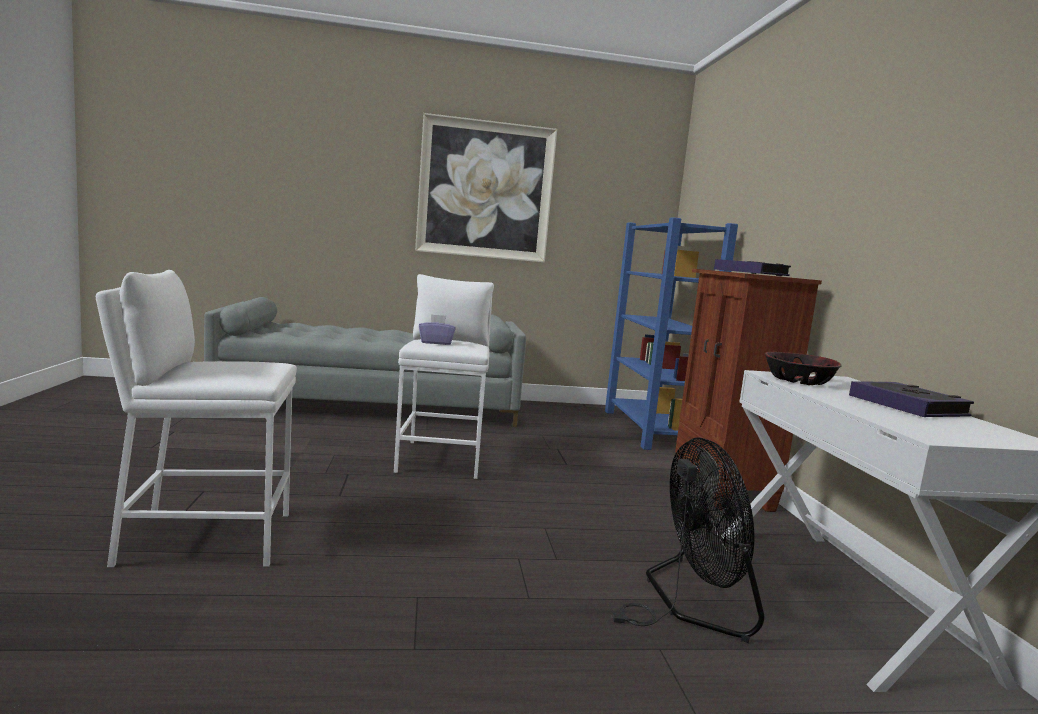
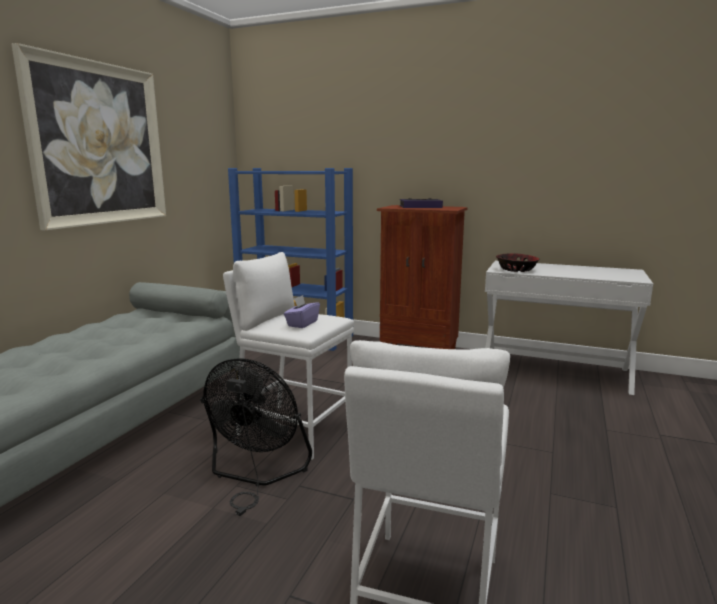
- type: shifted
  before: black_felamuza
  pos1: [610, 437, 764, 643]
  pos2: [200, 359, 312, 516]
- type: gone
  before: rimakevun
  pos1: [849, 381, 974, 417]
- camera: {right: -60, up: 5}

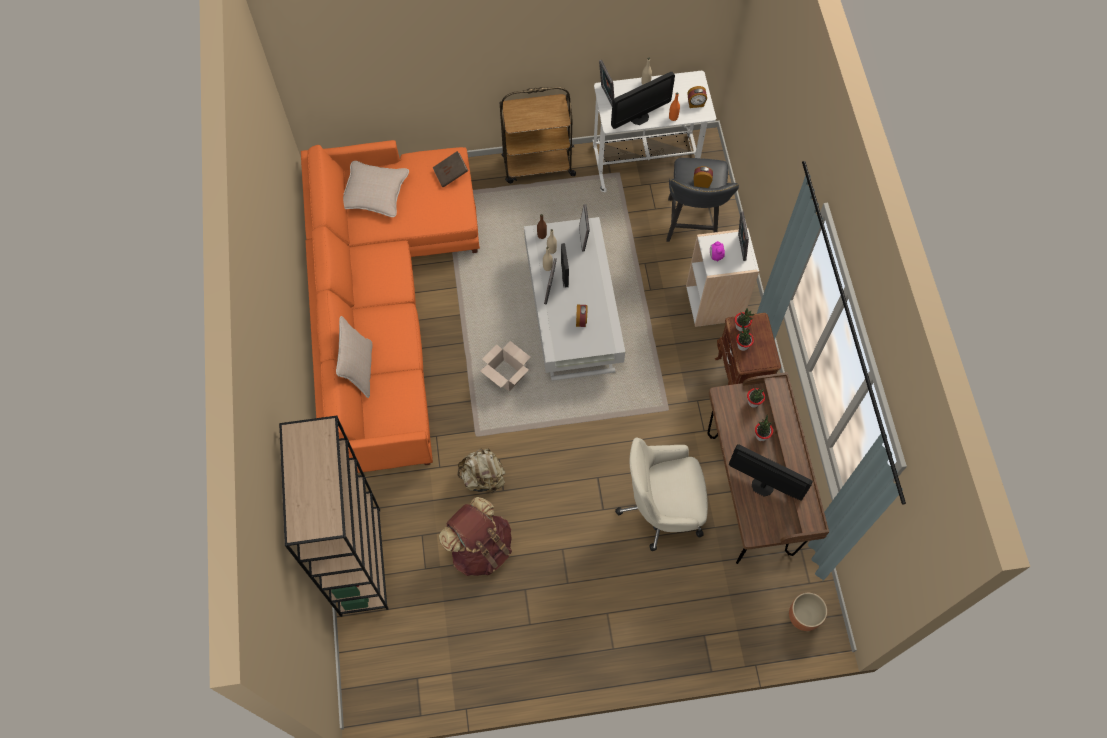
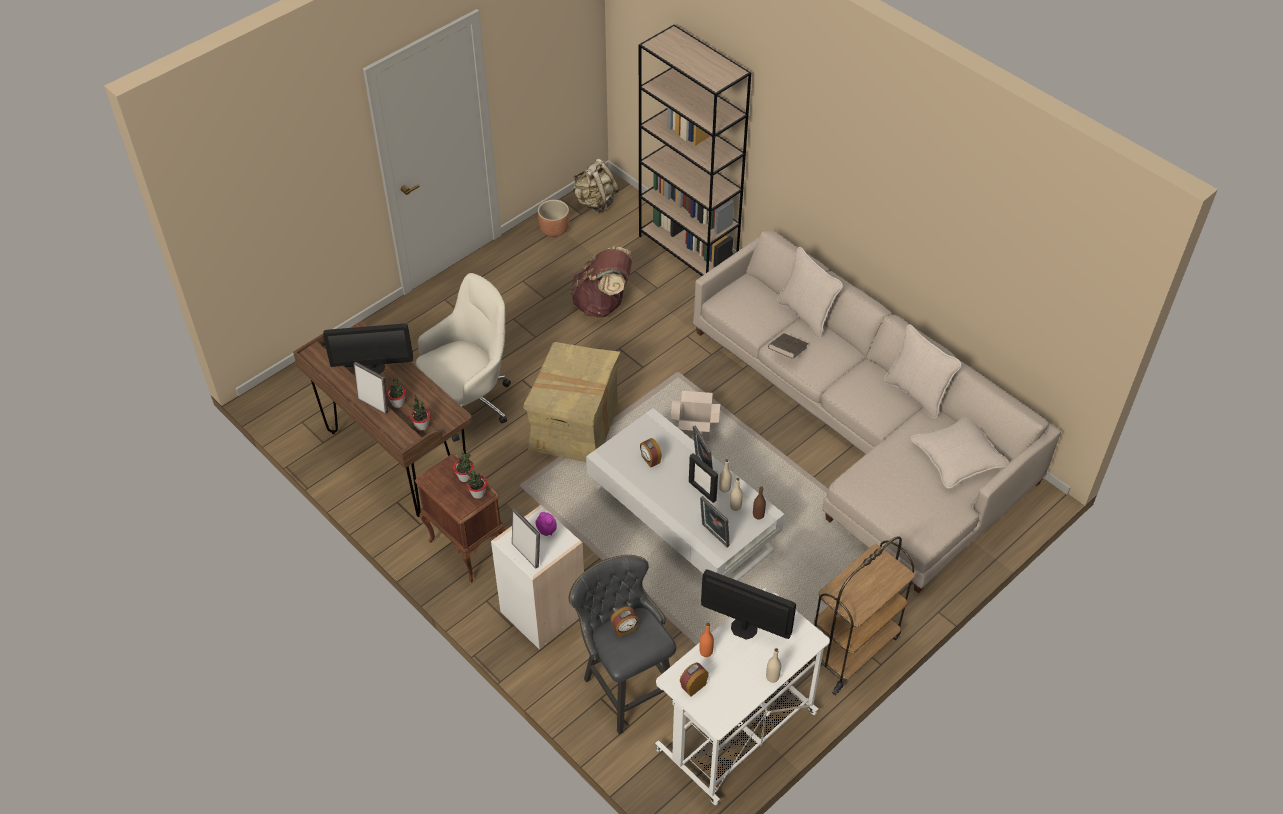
- type: repainted
  before: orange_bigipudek
  after: beige_bigipudek
  pos1: [301, 140, 480, 473]
  pos2: [693, 230, 1061, 593]
- type: shifted
  before: brown_rimakevun
  pos1: [433, 151, 468, 187]
  pos2: [768, 333, 808, 359]
- type: shifted
  before: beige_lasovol
  pos1: [457, 448, 506, 493]
  pos2: [571, 159, 619, 213]
- type: shifted
  before: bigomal
  pos1: [599, 60, 614, 106]
  pos2: [354, 362, 388, 414]
- type: rotated
  before: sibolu
  pos1: [611, 72, 675, 129]
  pos2: [701, 569, 796, 640]
  turn: 90
- type: shifted
  before: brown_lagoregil
  pos1: [789, 593, 827, 631]
  pos2: [538, 200, 569, 237]
- type: new
  after: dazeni
  pos2: [523, 342, 620, 462]
- type: new
  after: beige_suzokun
  pos2: [884, 324, 961, 419]
- camera: {right: 145, up: -15}

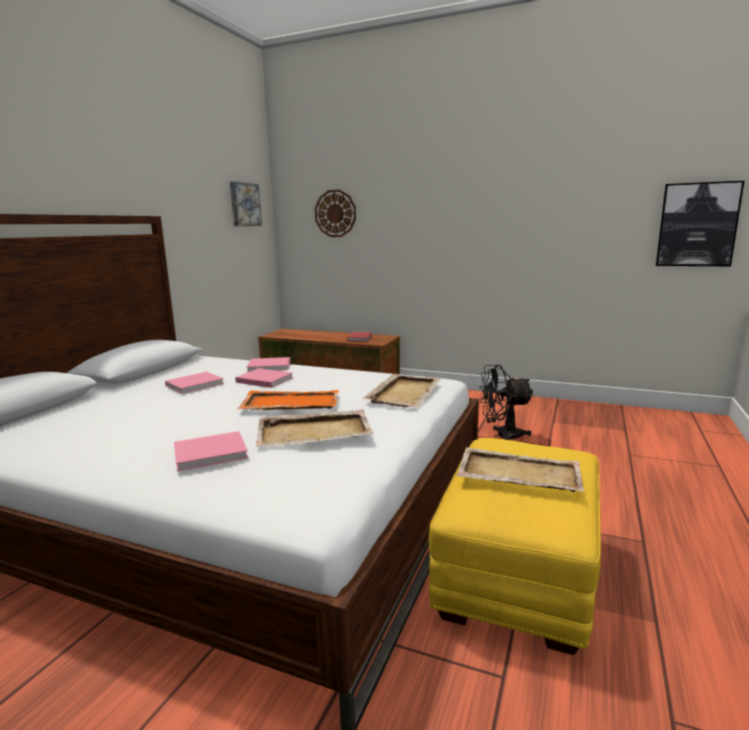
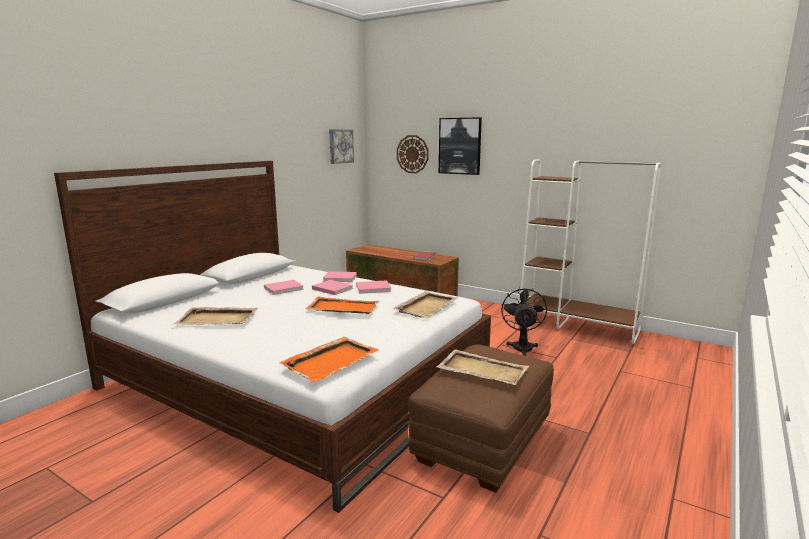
- type: shifted
  before: pink_rimakevun
  pos1: [174, 431, 248, 471]
  pos2: [356, 280, 392, 294]
- type: shifted
  before: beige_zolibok
  pos1: [256, 410, 373, 447]
  pos2: [173, 307, 258, 325]
- type: repainted
  before: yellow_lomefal
  after: brown_lomefal
  pos1: [428, 438, 601, 655]
  pos2: [408, 344, 554, 493]
- type: rotated
  before: black_felamuza
  pos1: [479, 364, 533, 440]
  pos2: [501, 287, 547, 356]
  turn: 90
- type: shifted
  before: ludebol
  pos1: [656, 181, 744, 266]
  pos2: [439, 117, 482, 175]
- type: new
  after: orange_zolibok
  pos2: [279, 337, 378, 382]
- type: new
  after: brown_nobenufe
  pos2: [520, 159, 661, 344]
- camera: {right: 10, up: 0}

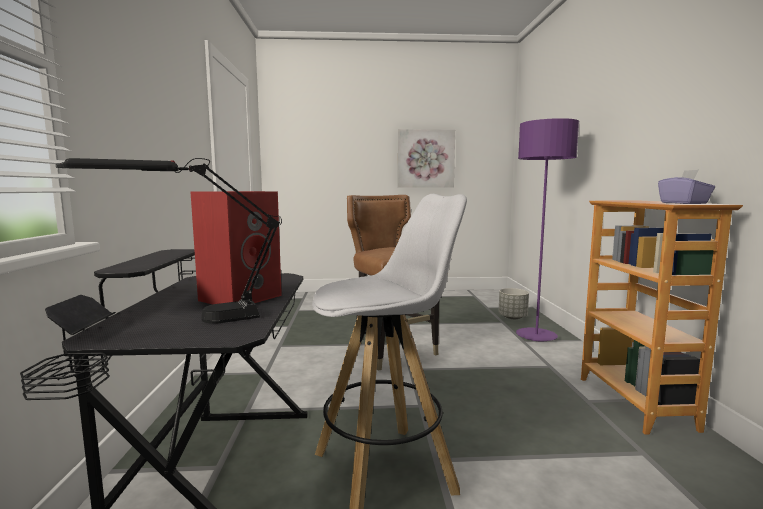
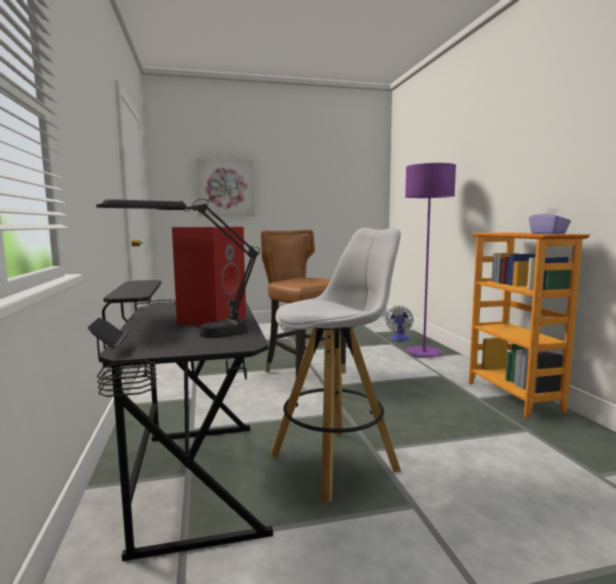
- type: shifted
  before: ludebol
  pos1: [398, 129, 455, 188]
  pos2: [196, 158, 255, 216]
- type: swapped
  before: grey_lagoregil
  after: felamuza
  pos1: [498, 288, 529, 319]
  pos2: [385, 306, 414, 341]
- camera: {right: -10, up: 0}

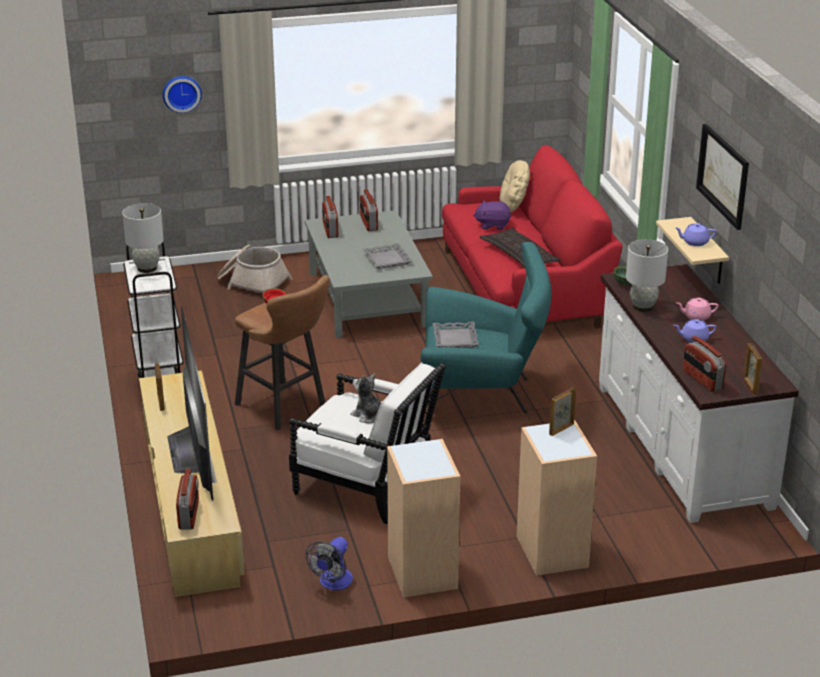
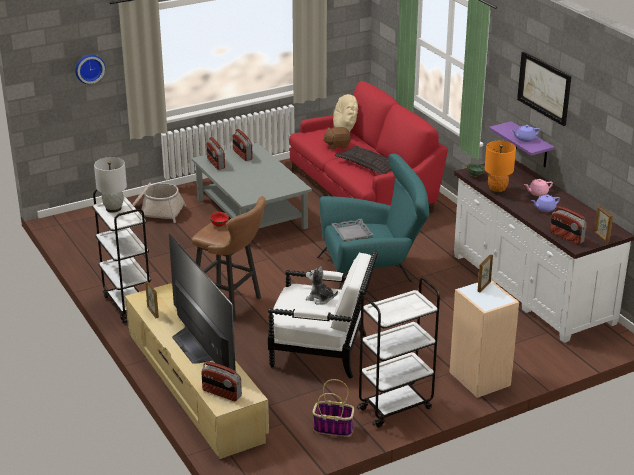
- type: rotated
  before: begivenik
  pos1: [176, 469, 199, 530]
  pos2: [201, 361, 242, 401]
  turn: 135
- type: swapped
  before: felamuza
  after: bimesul
  pos1: [306, 537, 353, 590]
  pos2: [312, 379, 354, 437]
- type: gone
  before: grey_zolibok
  pos1: [363, 243, 412, 269]
- type: swapped
  before: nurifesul
  after: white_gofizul
  pos1: [387, 439, 460, 597]
  pos2: [357, 278, 440, 428]
- type: repainted
  before: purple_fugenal
  after: brown_fugenal
  pos1: [473, 200, 511, 230]
  pos2: [323, 127, 351, 150]
- type: repainted
  before: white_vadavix
  after: orange_vadavix
  pos1: [626, 239, 668, 312]
  pos2: [485, 141, 516, 194]
- type: repainted
  before: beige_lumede
  after: purple_lumede
  pos1: [656, 217, 729, 284]
  pos2: [489, 121, 554, 167]
- camera: {right: -15, up: 0}

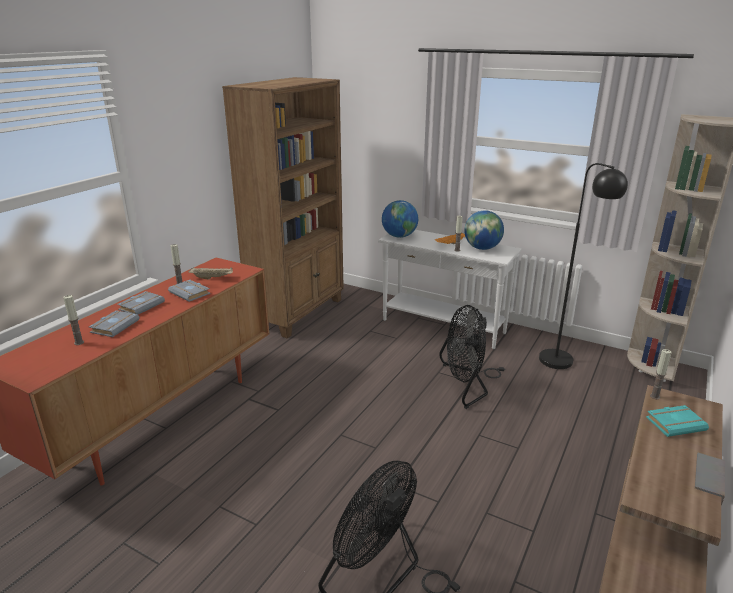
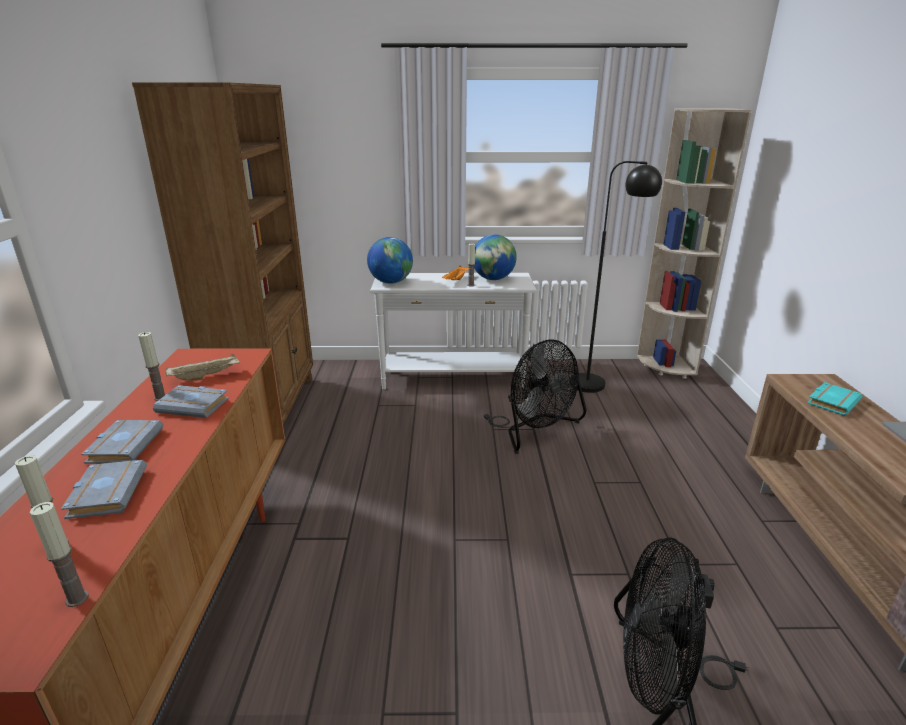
- type: rotated
  before: black_felamuza
  pos1: [439, 305, 505, 409]
  pos2: [484, 339, 586, 454]
  turn: -90
- type: shifted
  before: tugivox
  pos1: [650, 349, 672, 399]
  pos2: [30, 502, 89, 607]
- camera: {right: -30, up: 0}

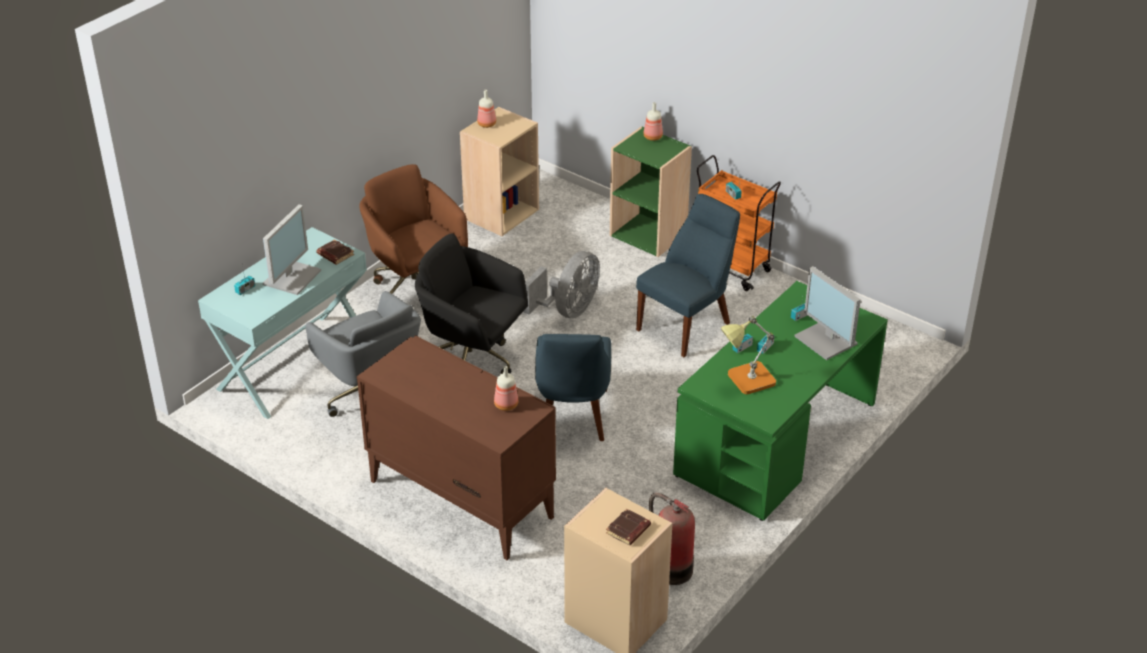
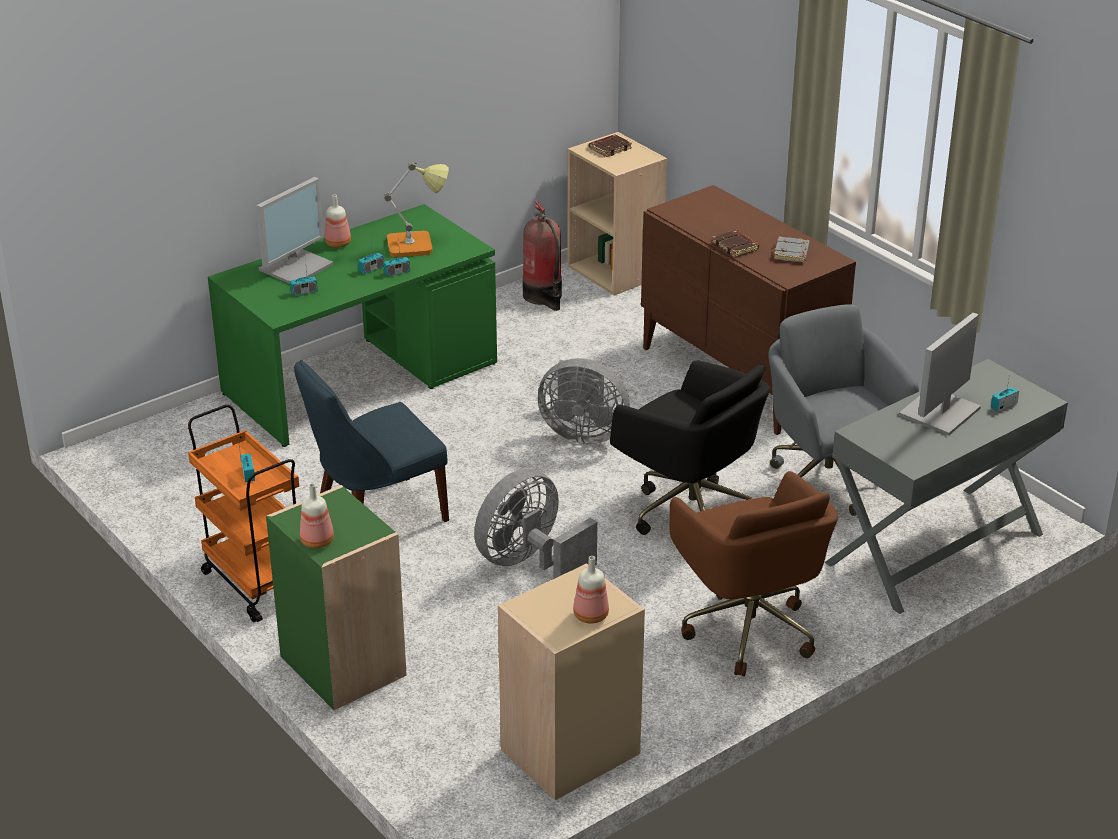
- type: repainted
  before: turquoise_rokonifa
  after: grey_rokonifa
  pos1: [198, 227, 367, 419]
  pos2: [825, 359, 1068, 614]
- type: shifted
  before: brown_rimakevun
  pos1: [316, 239, 354, 265]
  pos2: [712, 230, 759, 257]
- type: shifted
  before: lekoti
  pos1: [494, 365, 518, 411]
  pos2: [325, 195, 351, 248]
- type: swapped
  before: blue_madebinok
  after: grey_felamuza
  pos1: [535, 334, 611, 441]
  pos2: [538, 358, 630, 444]
- type: rotated
  before: sibolu
  pos1: [794, 266, 861, 360]
  pos2: [257, 177, 334, 284]
  turn: 60
- type: new
  after: grey_rimakevun
  pos2: [774, 236, 810, 262]
- camera: {right: -165, up: -5}

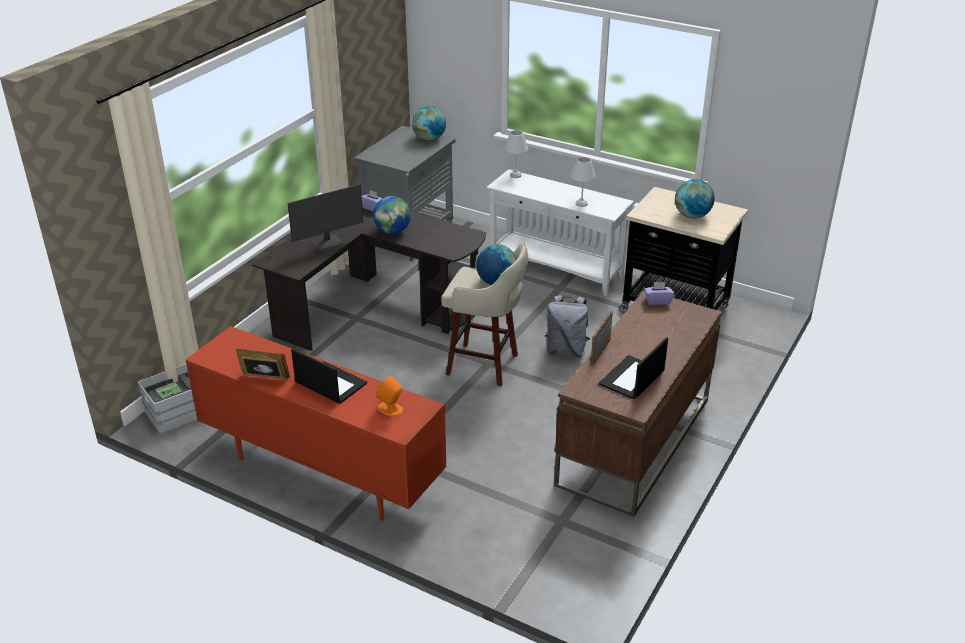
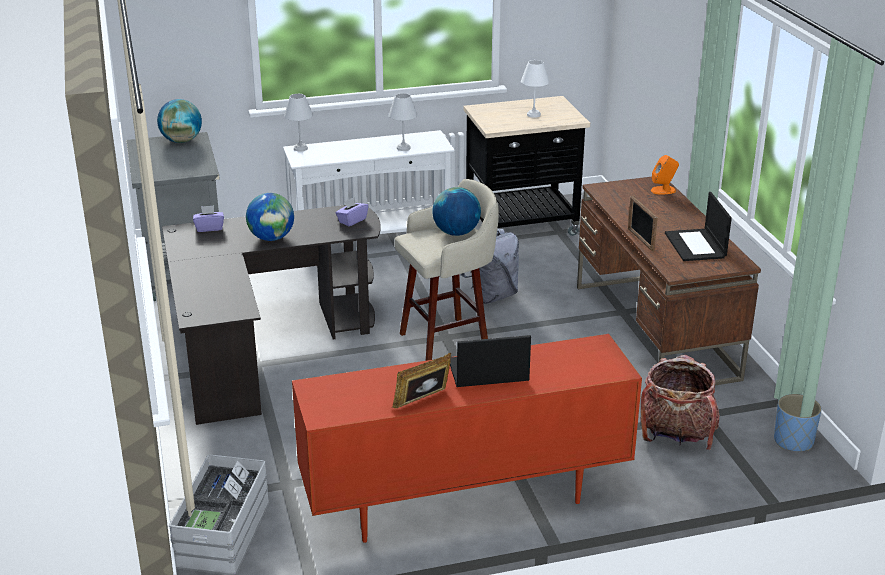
- type: gone
  before: sibolu
  pos1: [287, 184, 363, 251]
- type: shifted
  before: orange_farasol
  pos1: [376, 375, 404, 417]
  pos2: [651, 155, 679, 195]
- type: shifted
  before: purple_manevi
  pos1: [644, 282, 675, 305]
  pos2: [336, 197, 368, 226]
- type: swapped
  before: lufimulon
  after: white_vadavix
  pos1: [675, 179, 715, 218]
  pos2: [521, 60, 549, 118]
- type: new
  after: lasovol
  pos2: [640, 355, 720, 450]
- type: new
  after: blue_lagoregil
  pos2: [774, 394, 822, 451]
- camera: {right: -45, up: -5}

